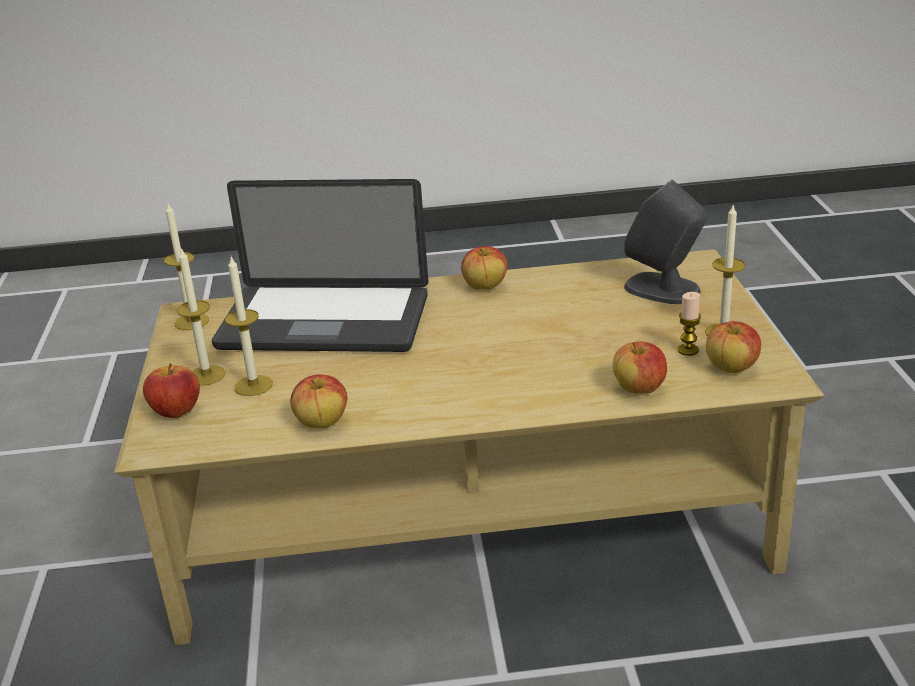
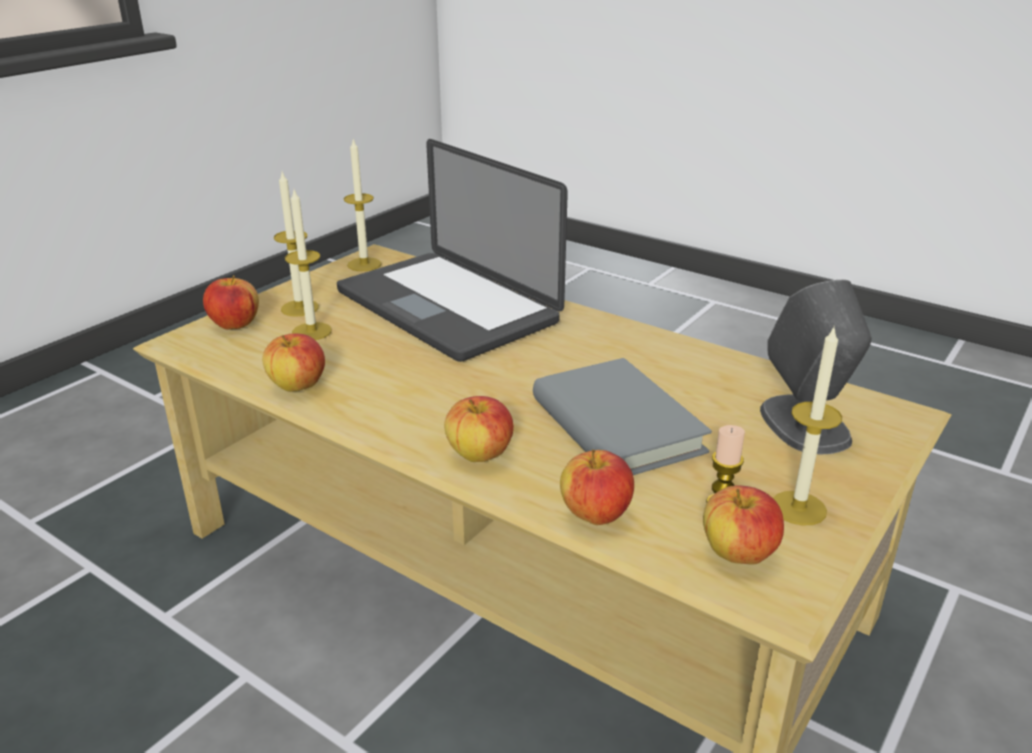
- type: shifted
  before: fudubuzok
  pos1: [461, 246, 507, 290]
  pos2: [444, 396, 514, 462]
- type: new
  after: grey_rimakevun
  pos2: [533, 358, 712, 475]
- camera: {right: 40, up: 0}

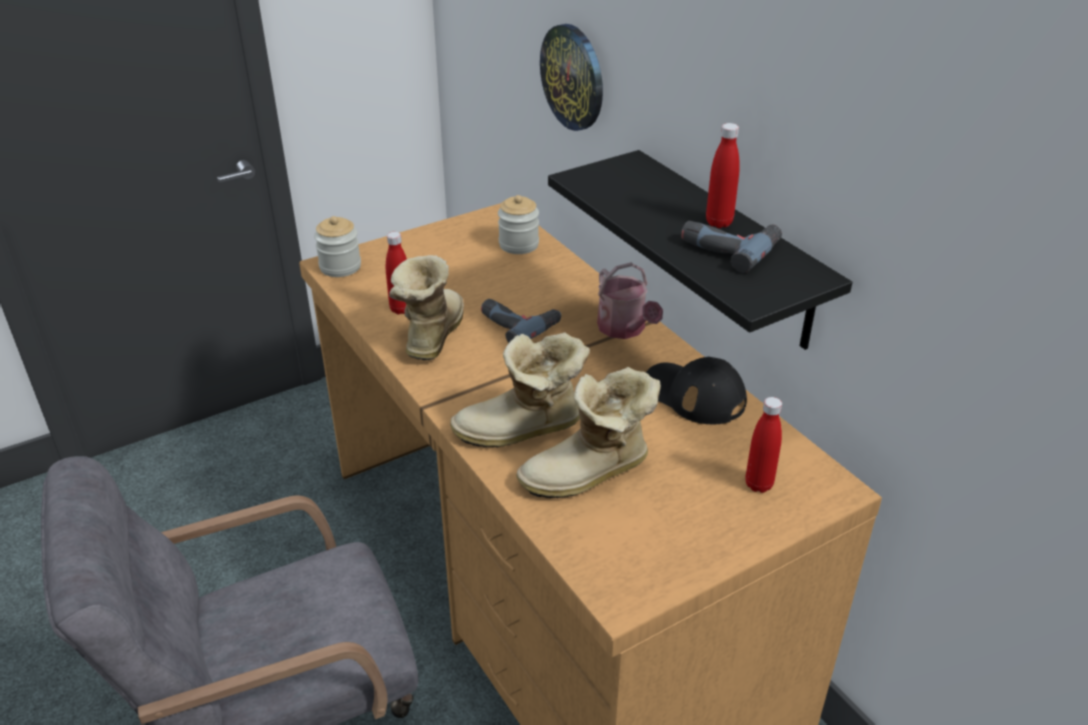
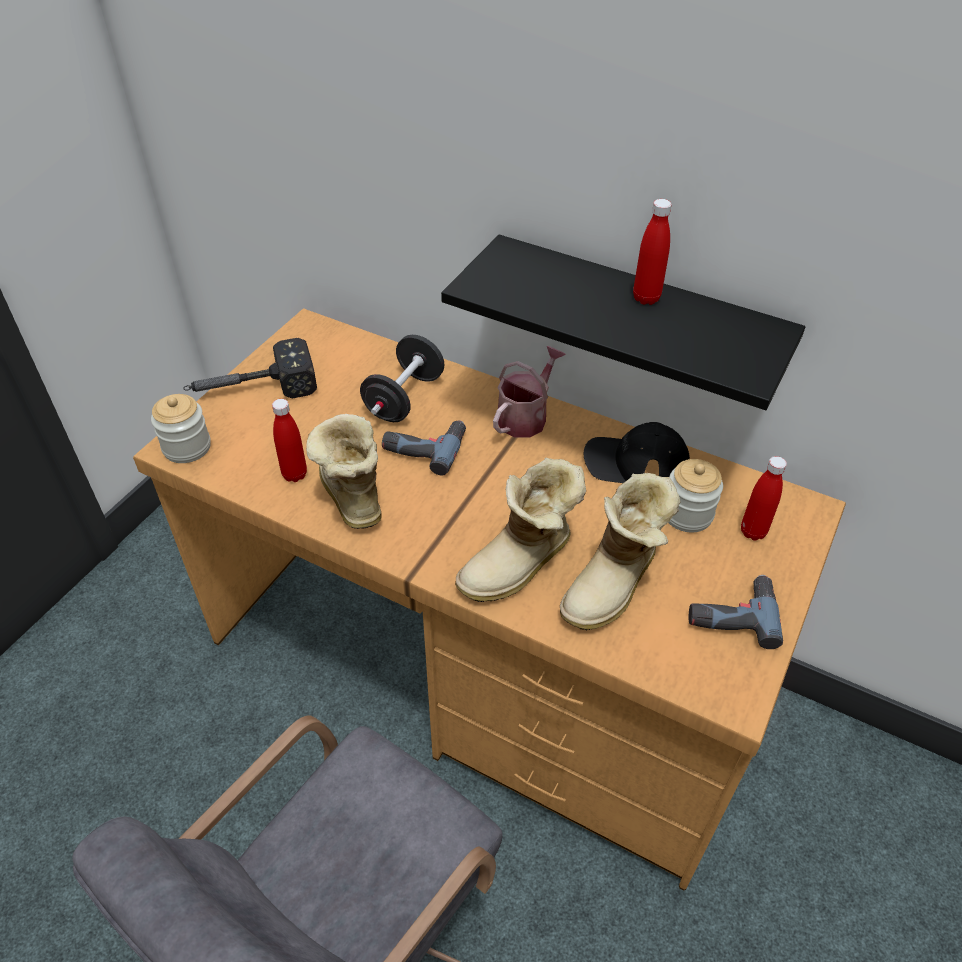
- type: shifted
  before: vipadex
  pos1: [498, 195, 539, 254]
  pos2: [668, 459, 723, 532]
- type: gone
  before: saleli
  pos1: [540, 24, 603, 131]
- type: rotated
  before: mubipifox
  pos1: [597, 263, 663, 339]
  pos2: [493, 346, 566, 438]
  turn: -90
- type: shifted
  before: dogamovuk
  pos1: [681, 221, 782, 273]
  pos2: [688, 575, 783, 649]
- type: new
  after: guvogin
  pos2: [184, 338, 317, 398]
- type: new
  after: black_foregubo
  pos2: [360, 335, 445, 422]
- camera: {right: -30, up: 10}

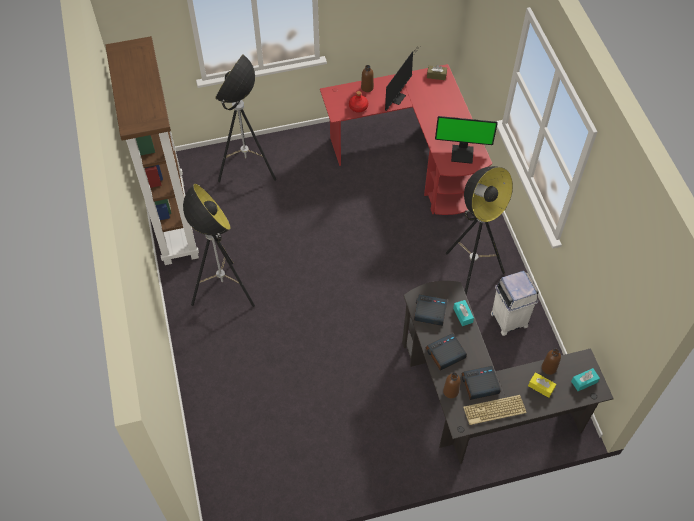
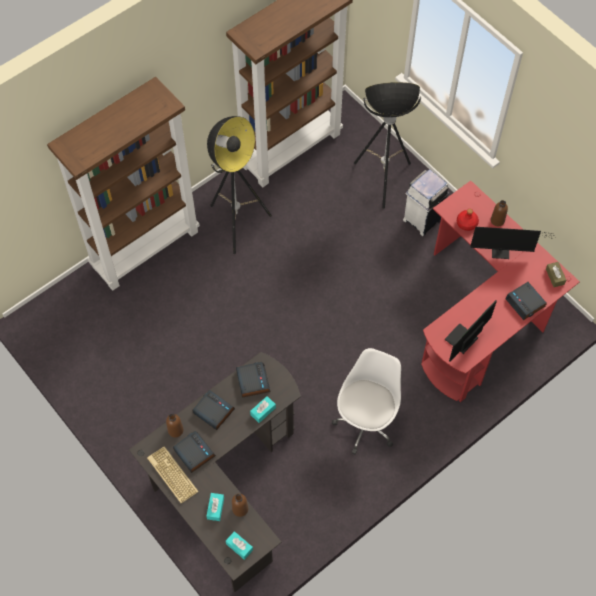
- type: rotated
  before: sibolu
  pos1: [435, 116, 498, 164]
  pos2: [445, 300, 497, 362]
  turn: 60
- type: swapped
  before: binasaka
  after: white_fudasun
  pos1: [446, 166, 513, 295]
  pos2: [332, 348, 401, 454]
- type: shifted
  before: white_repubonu
  pos1: [491, 271, 539, 336]
  pos2: [403, 169, 449, 236]
- type: repainted
  before: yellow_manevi
  after: turquoise_manevi
  pos1: [528, 372, 556, 398]
  pos2: [207, 493, 224, 521]
- type: new
  after: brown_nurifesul
  pos2: [47, 77, 200, 291]
- type: new
  after: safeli
  pos2: [505, 282, 547, 320]
- camera: {right: 65, up: 5}

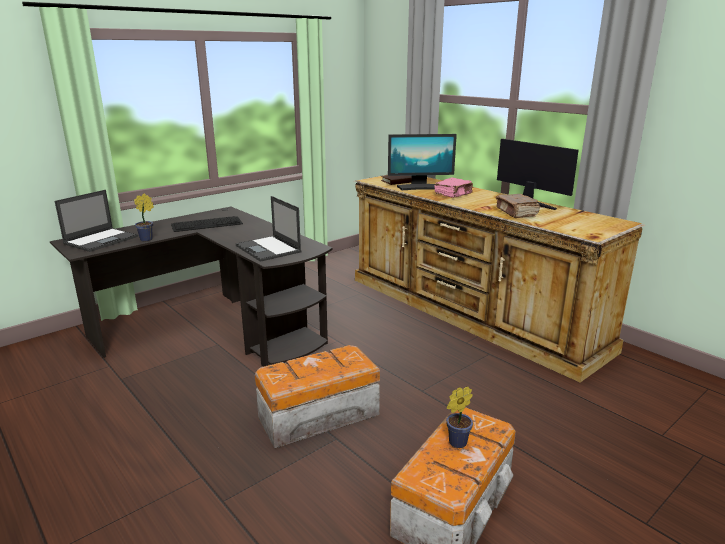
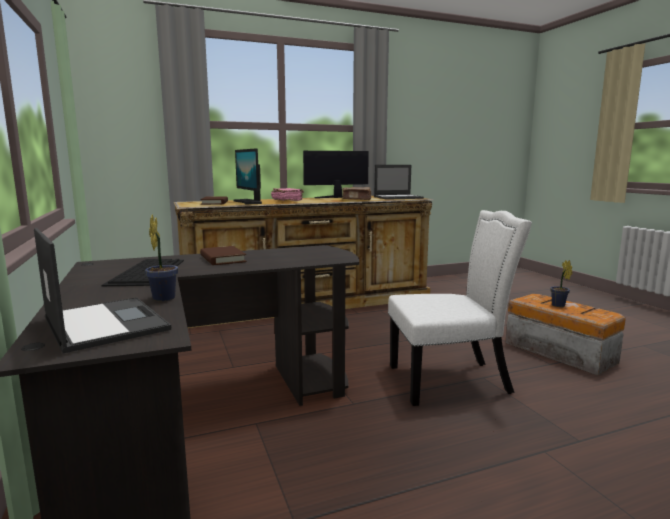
- type: shifted
  before: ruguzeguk
  pos1: [236, 196, 301, 262]
  pos2: [374, 165, 424, 200]
- type: swapped
  before: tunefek
  after: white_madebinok
  pos1: [255, 345, 380, 448]
  pos2: [388, 210, 532, 406]
- type: rotated
  before: sibolu
  pos1: [388, 134, 457, 190]
  pos2: [233, 148, 262, 204]
  turn: 135
- type: new
  after: brown_rimakevun
  pos2: [200, 246, 247, 265]
- camera: {right: -70, up: -10}

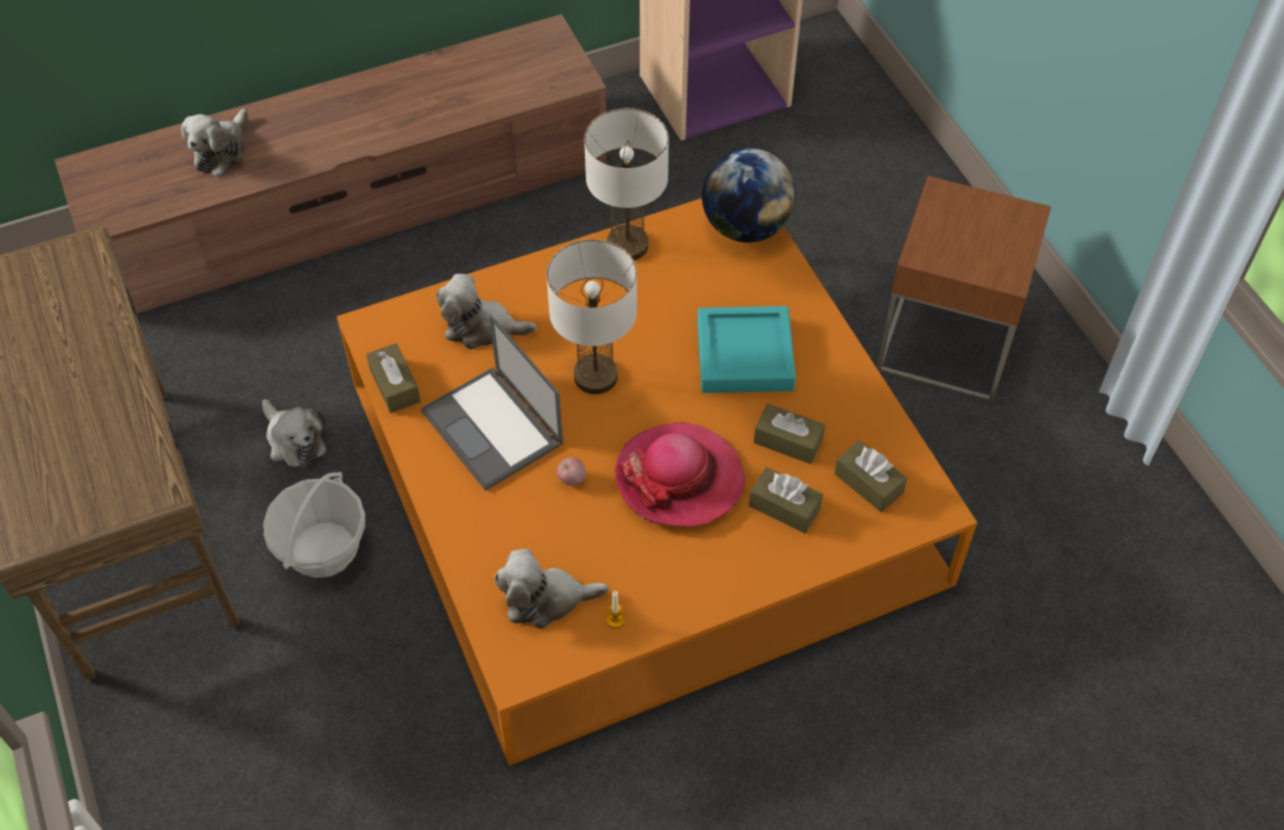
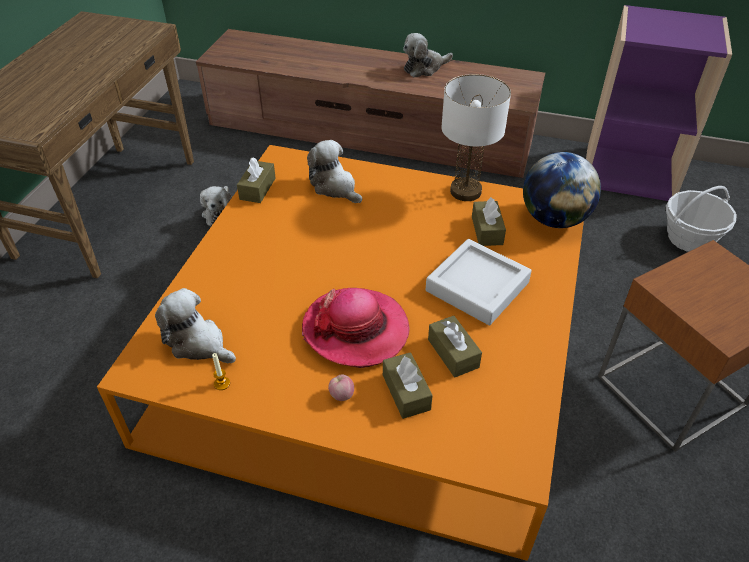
- type: shifted
  before: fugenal
  pos1: [181, 108, 248, 177]
  pos2: [403, 33, 453, 77]
- type: shifted
  before: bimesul
  pos1: [263, 472, 365, 578]
  pos2: [666, 186, 737, 252]
- type: gone
  before: ruguzeguk
  pos1: [421, 315, 563, 491]
- type: gone
  before: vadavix
  pos1: [546, 239, 637, 394]
- type: shifted
  before: fudubuzok
  pos1: [557, 457, 586, 486]
  pos2: [328, 374, 354, 401]
- type: repainted
  before: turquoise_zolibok
  after: grey_zolibok
  pos1: [697, 306, 796, 393]
  pos2: [426, 239, 532, 326]
- type: shifted
  before: brown_manevi
  pos1: [835, 440, 907, 512]
  pos2: [472, 197, 506, 246]
- camera: {right: 40, up: -10}

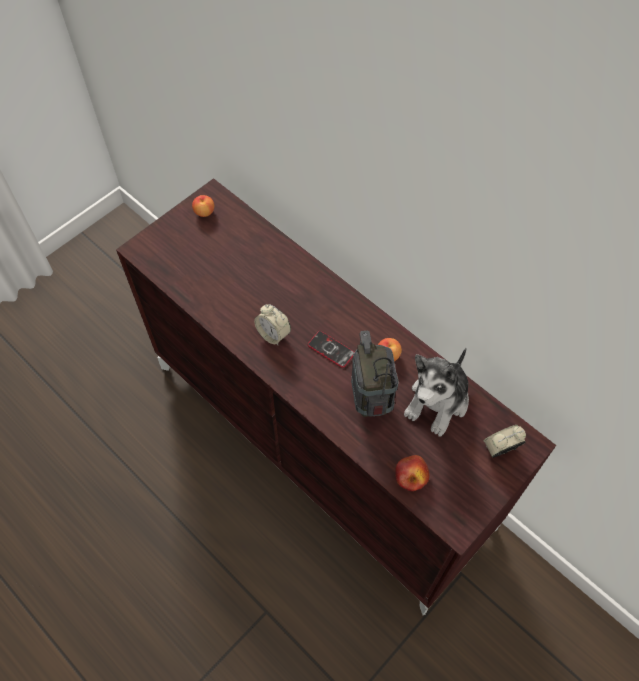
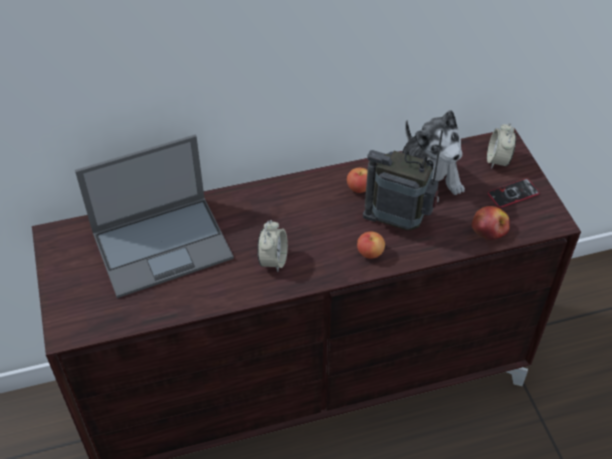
- type: shifted
  before: fudubuzok
  pos1: [192, 195, 214, 217]
  pos2: [357, 231, 385, 259]
- type: rotated
  before: safeli
  pos1: [254, 304, 291, 345]
  pos2: [257, 220, 288, 272]
  turn: -60
- type: shifted
  before: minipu
  pos1: [308, 331, 354, 368]
  pos2: [488, 179, 539, 208]
- type: new
  after: ruguzeguk
  pos2: [75, 135, 234, 298]
- camera: {right: -60, up: -10}

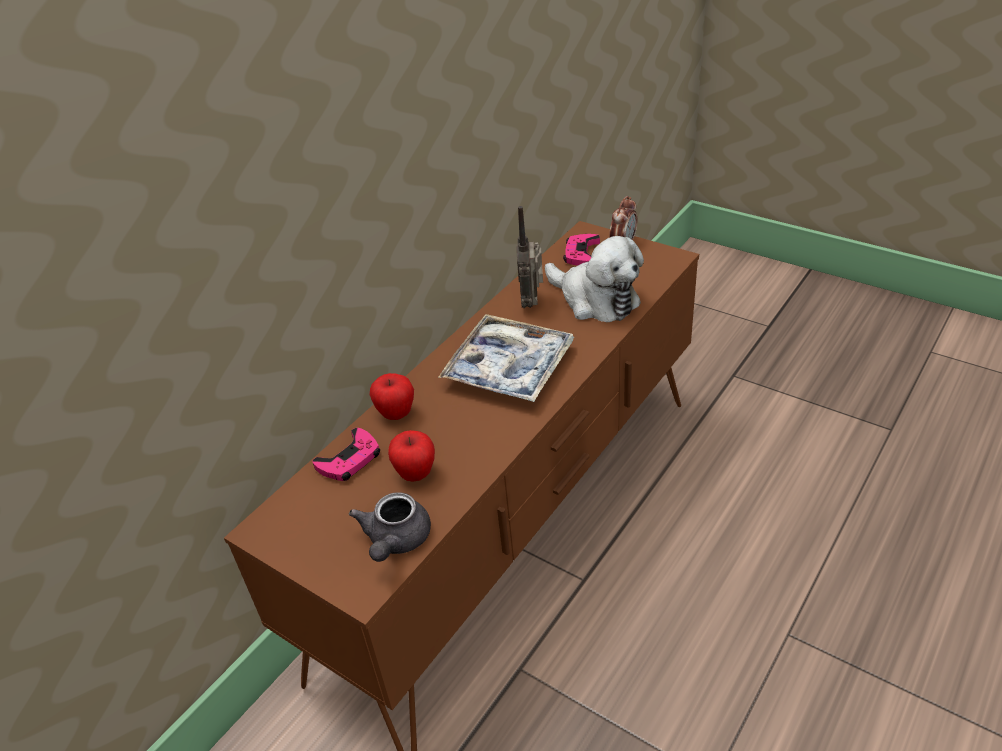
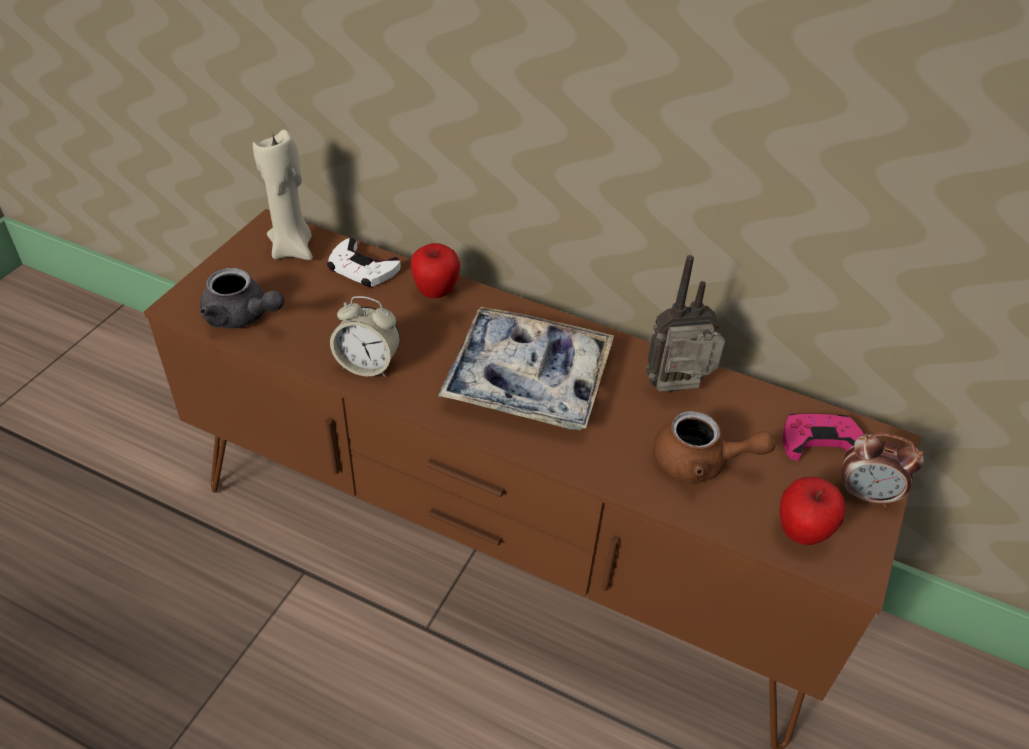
- type: repainted
  before: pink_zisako
  after: white_zisako
  pos1: [312, 428, 380, 481]
  pos2: [327, 238, 401, 287]
- type: rotated
  before: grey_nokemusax
  pos1: [349, 492, 431, 562]
  pos2: [200, 268, 284, 329]
  turn: -150
- type: shifted
  before: fudubuzok
  pos1: [388, 430, 435, 482]
  pos2: [779, 477, 846, 545]
- type: swapped
  before: fugenal
  after: brown_nokemusax
  pos1: [545, 236, 644, 322]
  pos2: [653, 411, 776, 484]
- type: new
  after: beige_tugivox
  pos2: [253, 130, 313, 260]
- type: new
  after: safeli
  pos2: [330, 296, 400, 377]
- camera: {right: 75, up: 5}

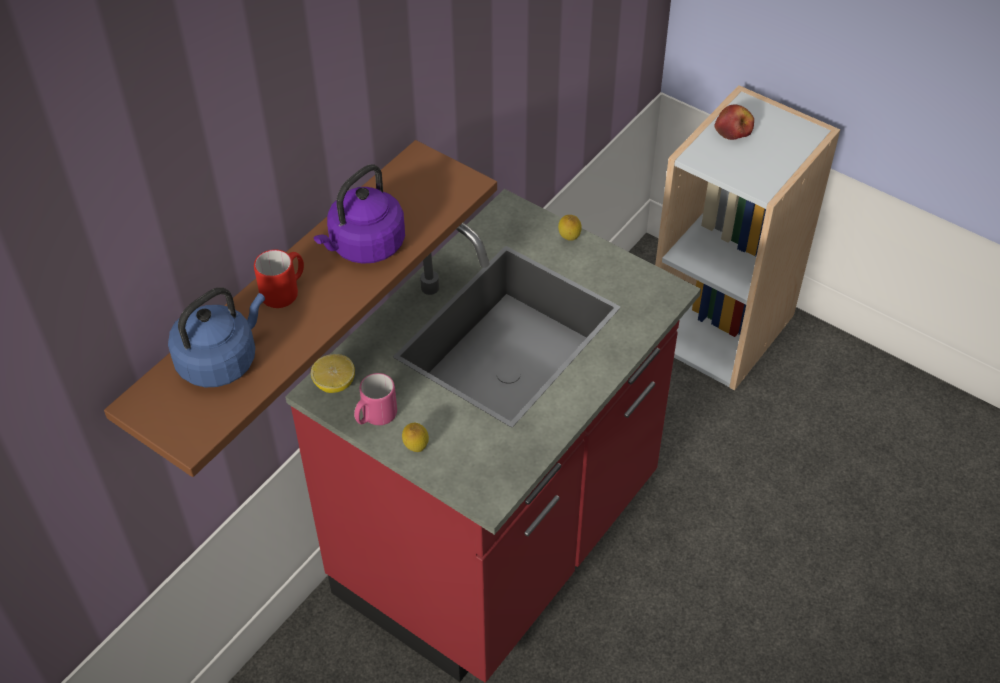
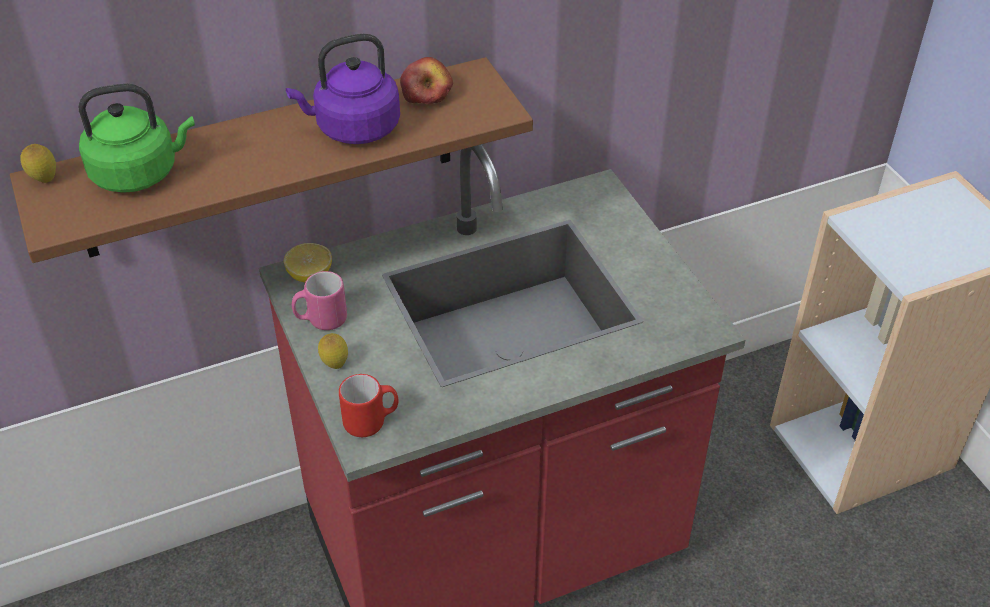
- type: repainted
  before: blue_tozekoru
  after: green_tozekoru
  pos1: [168, 288, 265, 387]
  pos2: [78, 84, 195, 193]
- type: shifted
  before: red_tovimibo
  pos1: [254, 250, 304, 308]
  pos2: [339, 374, 399, 437]
- type: shifted
  before: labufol
  pos1: [558, 215, 582, 241]
  pos2: [20, 144, 56, 183]
- type: shifted
  before: fudubuzok
  pos1: [714, 104, 754, 140]
  pos2: [400, 57, 453, 104]
- camera: {right: 30, up: -5}

